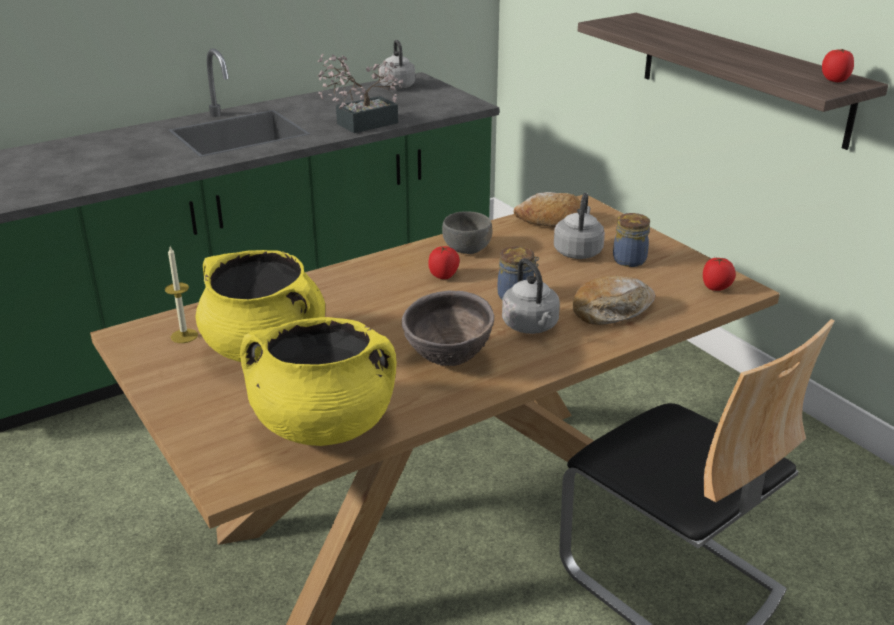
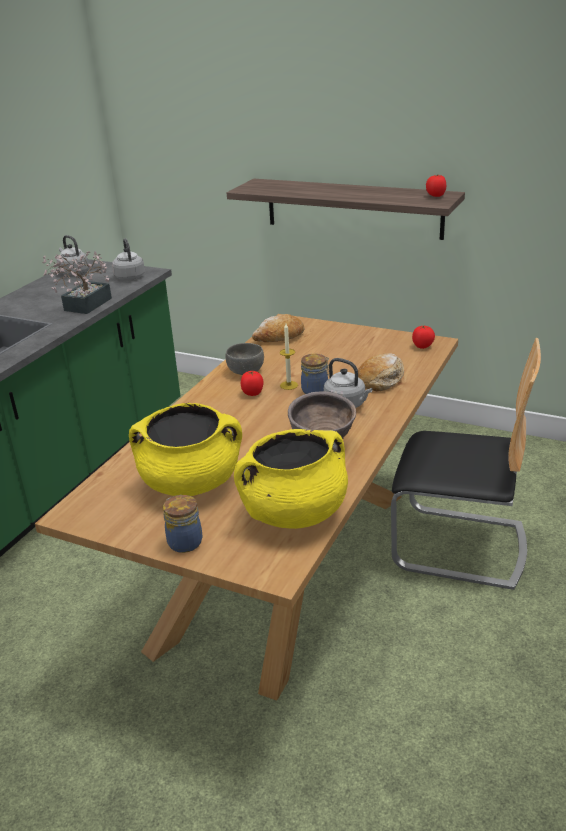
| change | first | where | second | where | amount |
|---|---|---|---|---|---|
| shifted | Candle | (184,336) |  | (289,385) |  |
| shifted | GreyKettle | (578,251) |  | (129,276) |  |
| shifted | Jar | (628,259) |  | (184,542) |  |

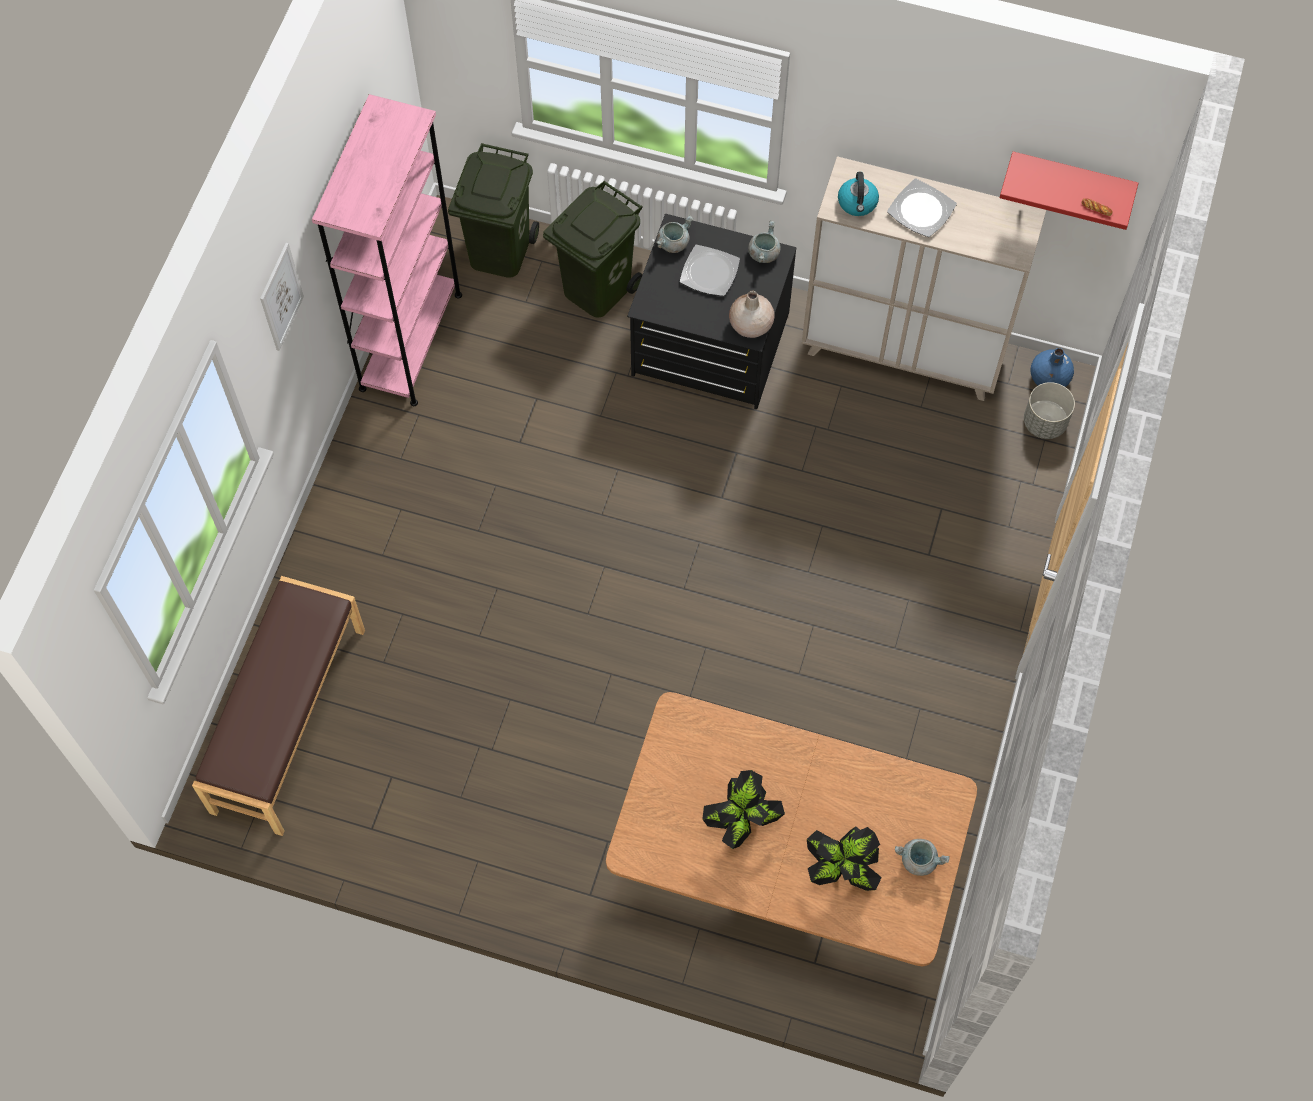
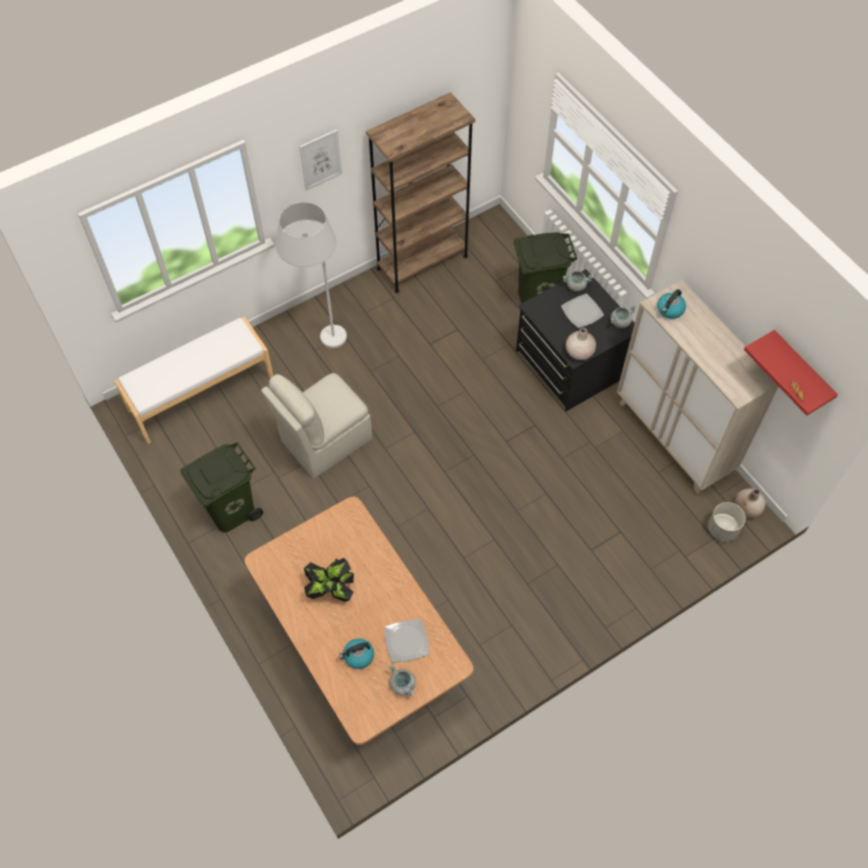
| change | first | where | second | where | amount |
|---|---|---|---|---|---|
| repainted | BrownBench | (287,719) | WhiteBench | (200,393) |  |
| repainted | PinkBookcase | (411,341) | BrownBookcase | (422,262) |  |
| shifted | GreenTrashCan | (498,251) |  | (230,510) |  |
| swapped | PottedPlant | (842,869) | Kettle | (358,656) |  |
| shifted | Plate | (921,211) |  | (406,642) |  |
| repainted | BlueVase | (1049,378) | BeigeVase | (747,508) |  |
| new |  |  | BeigeChair | (324,441) |  |
| new |  |  | WhiteFloorLamp | (319,333) |  |

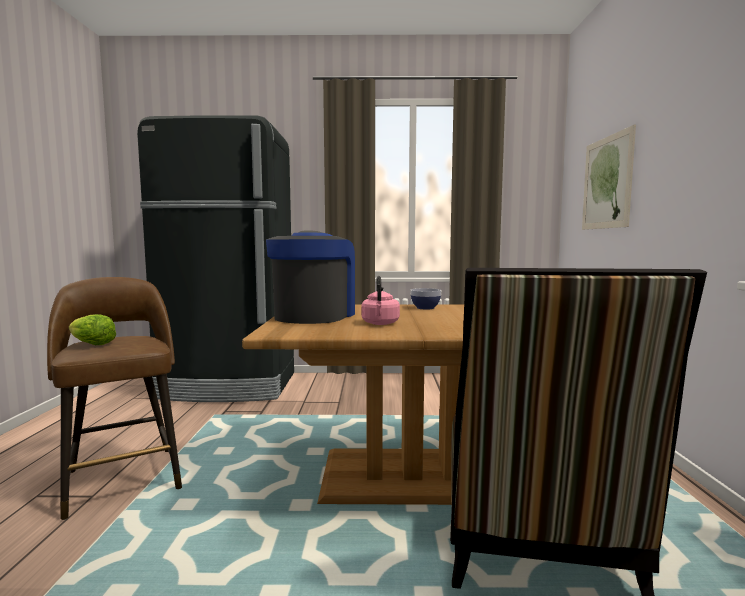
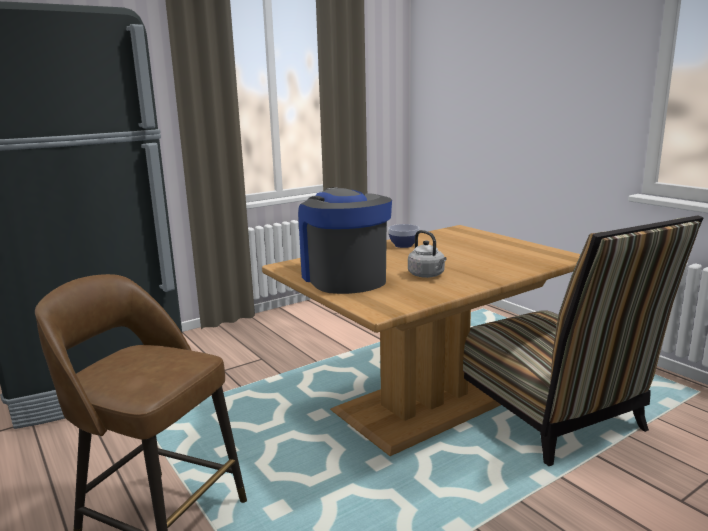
| change | first | where | second | where | amount |
|---|---|---|---|---|---|
| gone | Lettuce | (91,344) |  |  |  |
| repainted | PinkKettle | (380,323) | GreyKettle | (427,275) |  |
| gone | Picture | (606,183) |  |  |  |

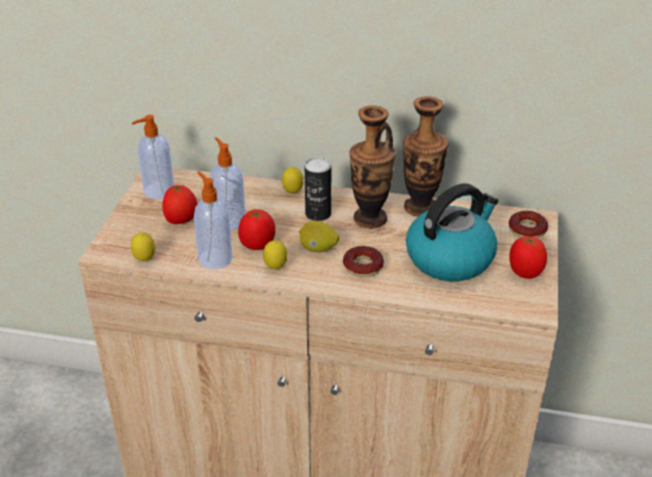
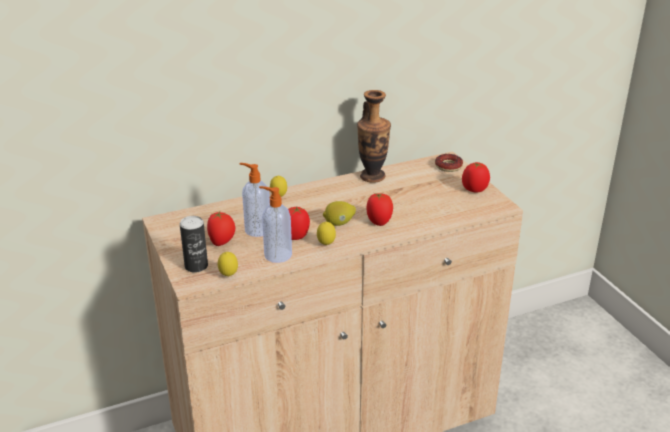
| change | first | where | second | where | amount |
|---|---|---|---|---|---|
| gone | SoapDispenser | (158,191) |  |  |  |
| shifted | Can | (318,214) |  | (196,266) |  |
| swapped | Donut | (363,266) | Tomato | (379,222) |  |
| gone | Vase | (370,219) |  |  |  |
| gone | Kettle | (450,258) |  |  |  |

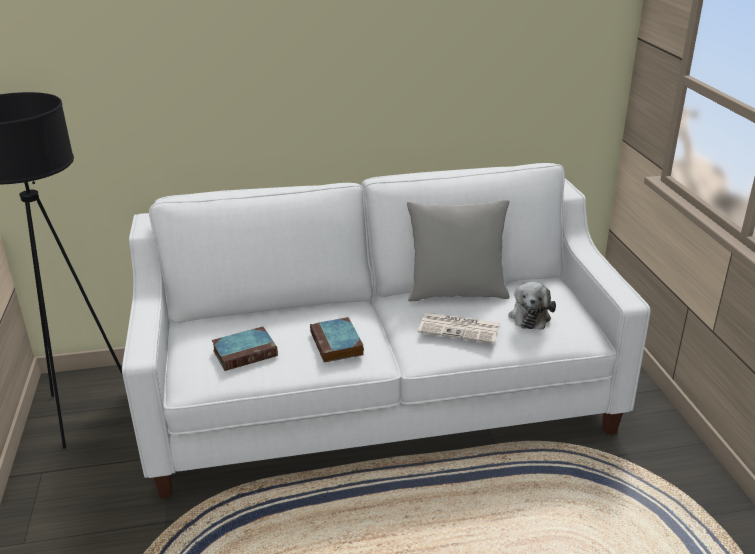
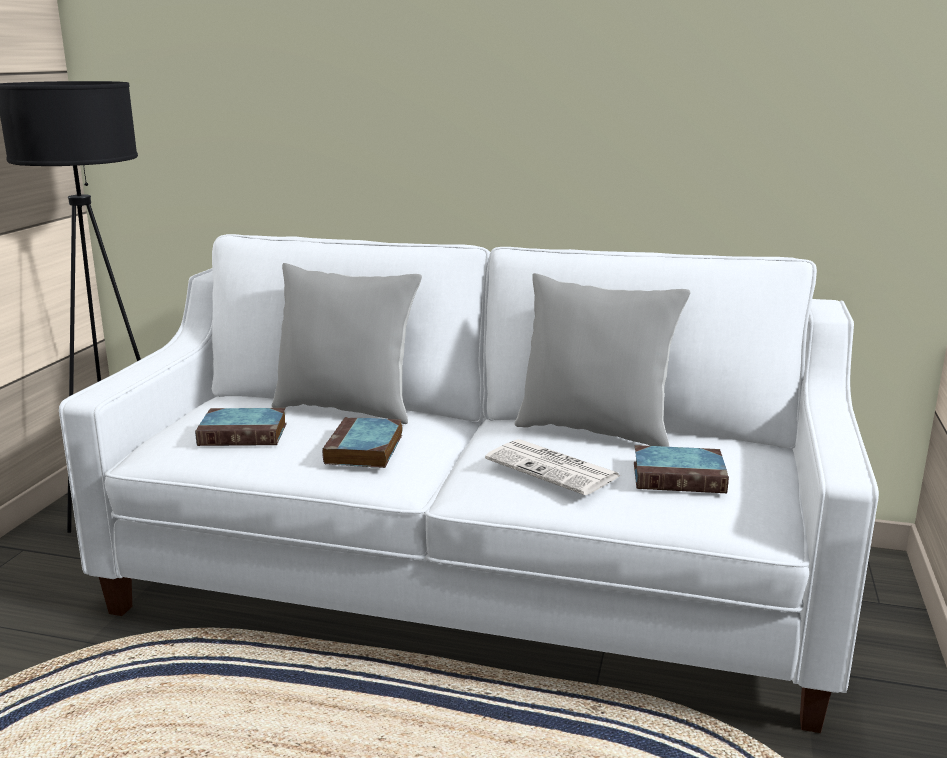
| change | first | where | second | where | amount |
|---|---|---|---|---|---|
| swapped | PlushToy | (530,316) | Book | (680,477) |  |
| new |  |  | GreyPillow | (347,408) |  |

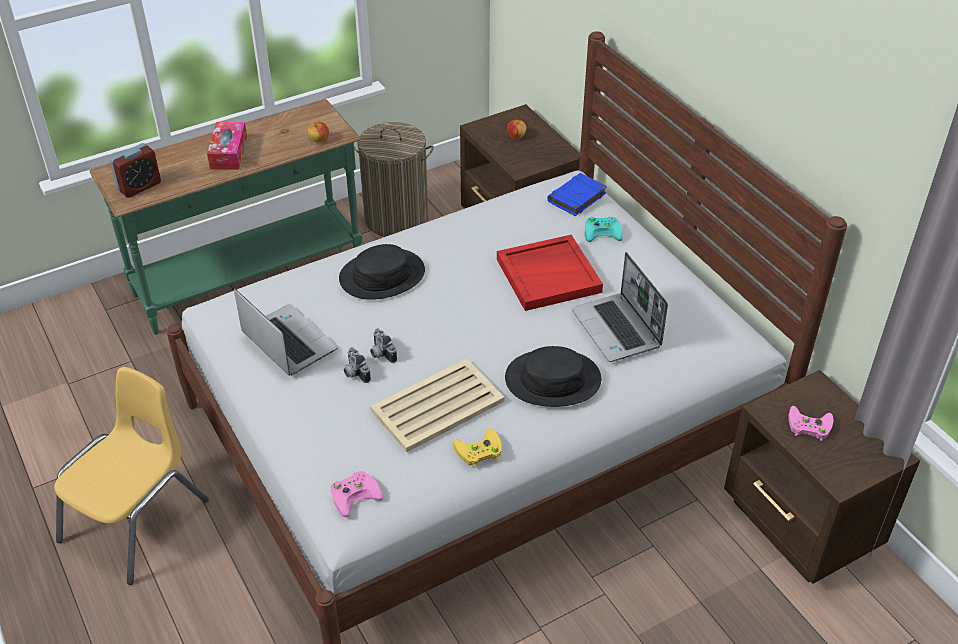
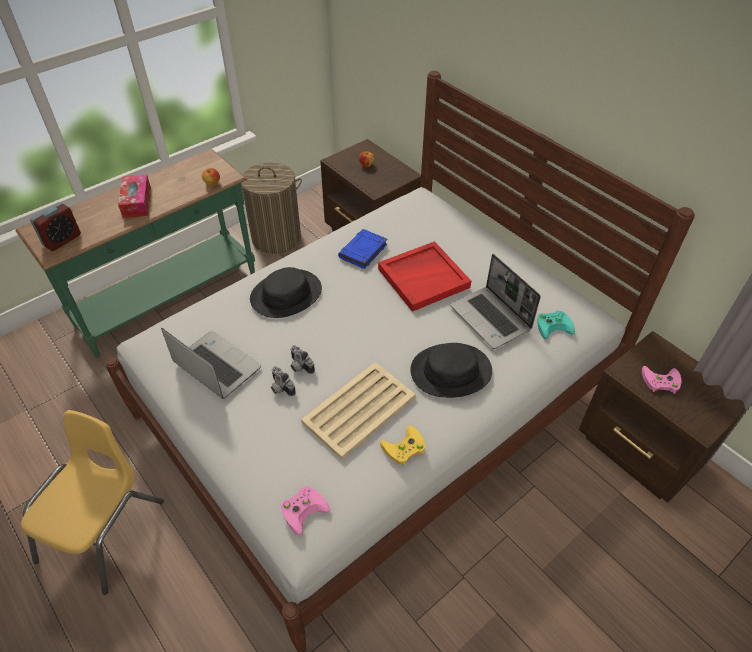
| change | first | where | second | where | amount |
|---|---|---|---|---|---|
| shifted | BlueBook | (576,198) |  | (363,251) |  |
| shifted | TurquoiseGameController | (603,231) |  | (554,325) |  |

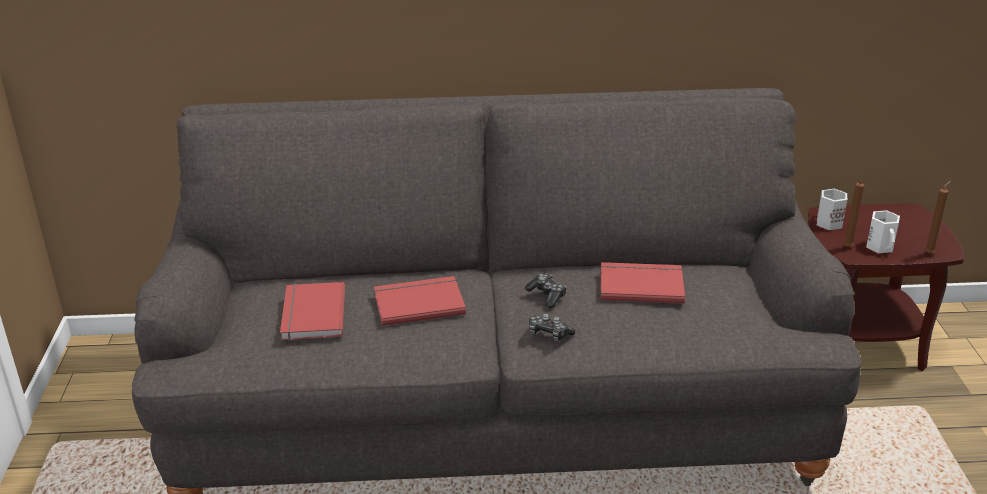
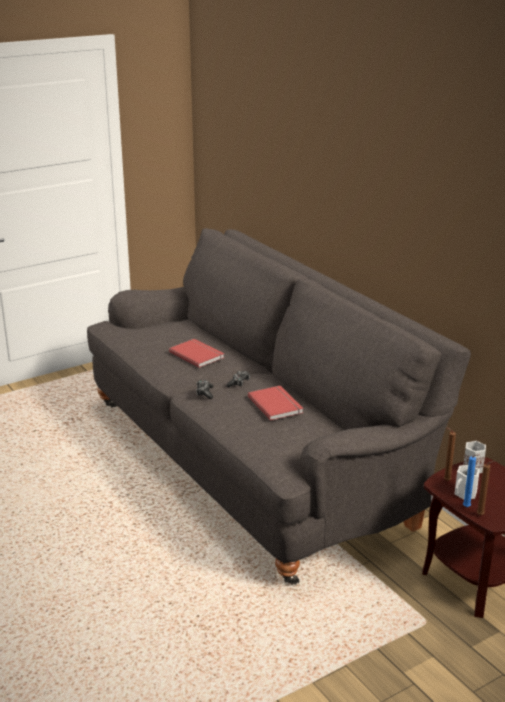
| change | first | where | second | where | amount |
|---|---|---|---|---|---|
| gone | RedBook | (311,314) |  |  |  |
| new |  |  | BlueCandle | (467,507) |  |

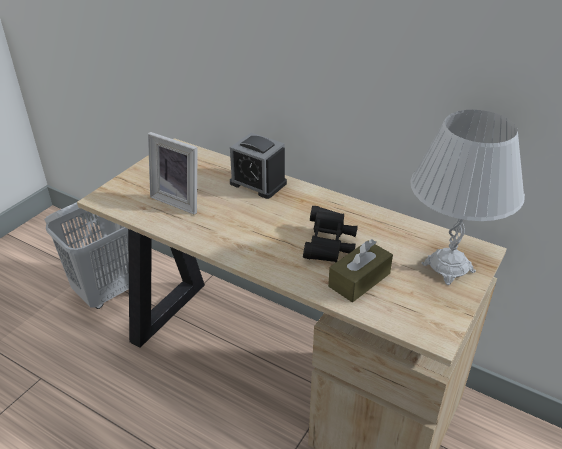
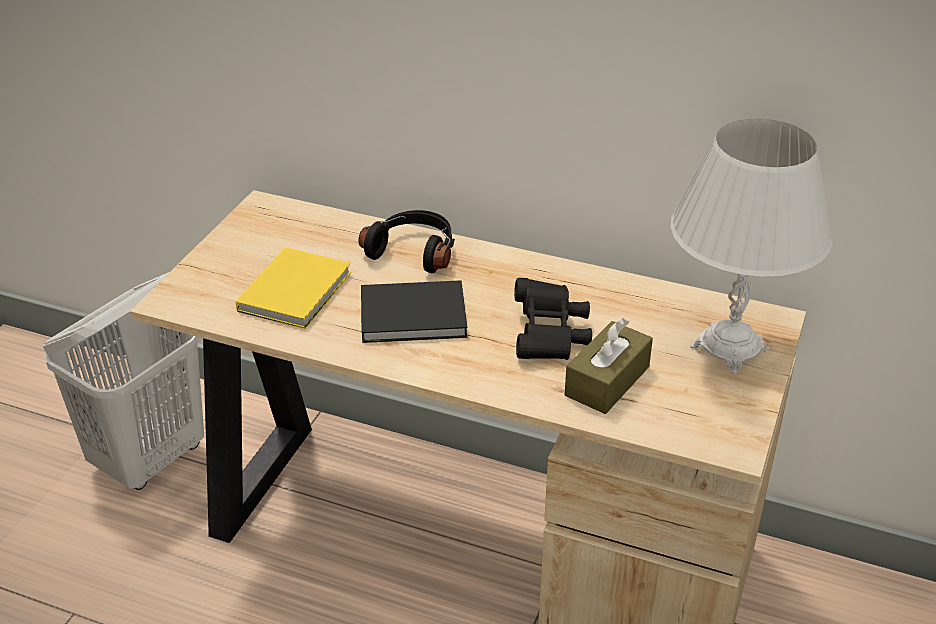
| change | first | where | second | where | amount |
|---|---|---|---|---|---|
| swapped | PictureFrame | (180,200) | YellowBook | (298,290) |  |
| swapped | AlarmClock | (258,183) | BlackHeadphones | (414,251) |  |
| new |  |  | BlackBook | (416,317) |  |

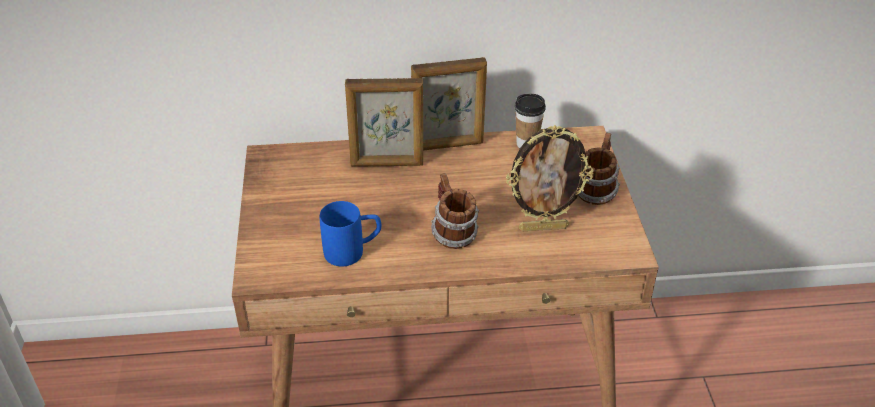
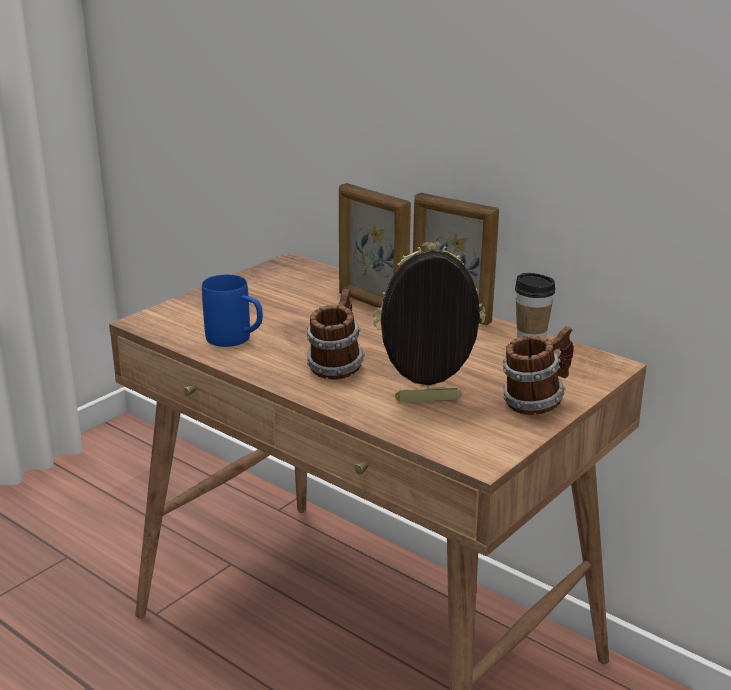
| change | first | where | second | where | amount |
|---|---|---|---|---|---|
| rotated | PictureFrame | (543,227) |  | (427,401) | 135 degrees clockwise |

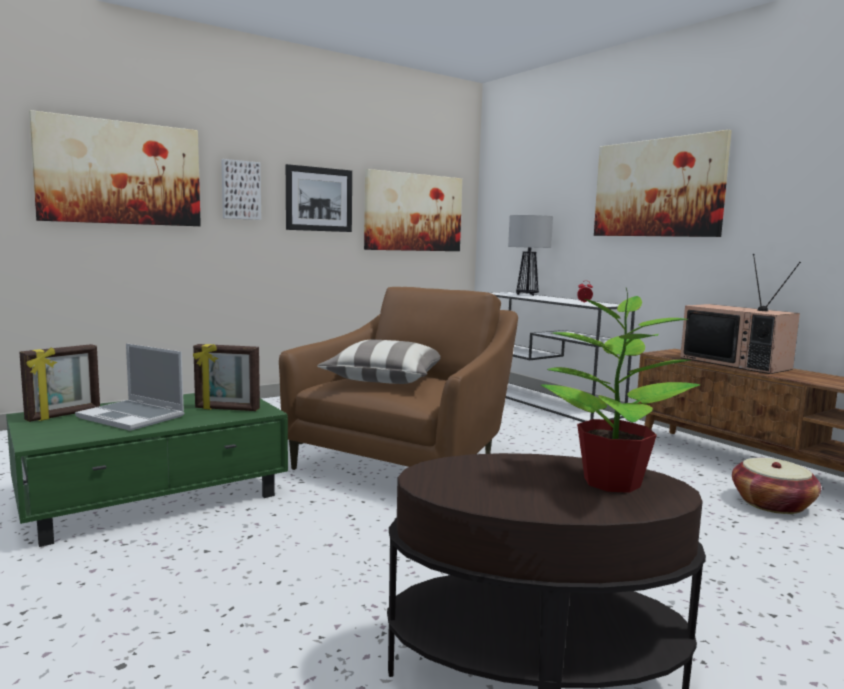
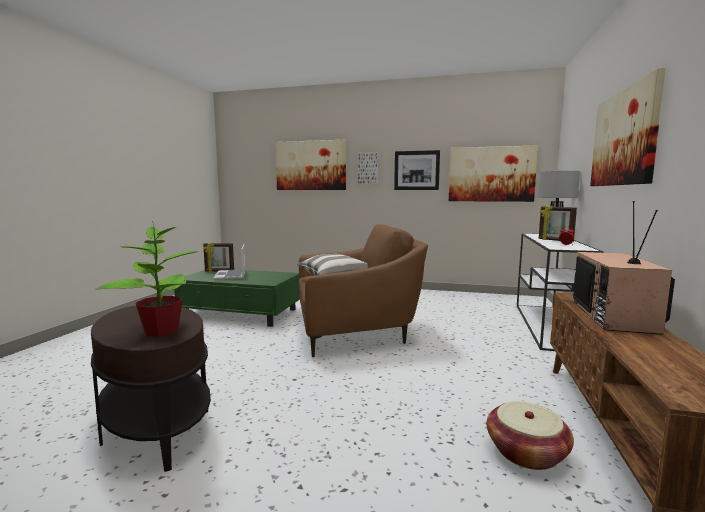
| change | first | where | second | where | amount |
|---|---|---|---|---|---|
| shifted | PictureFrame | (227,409) |  | (555,240) |  |

